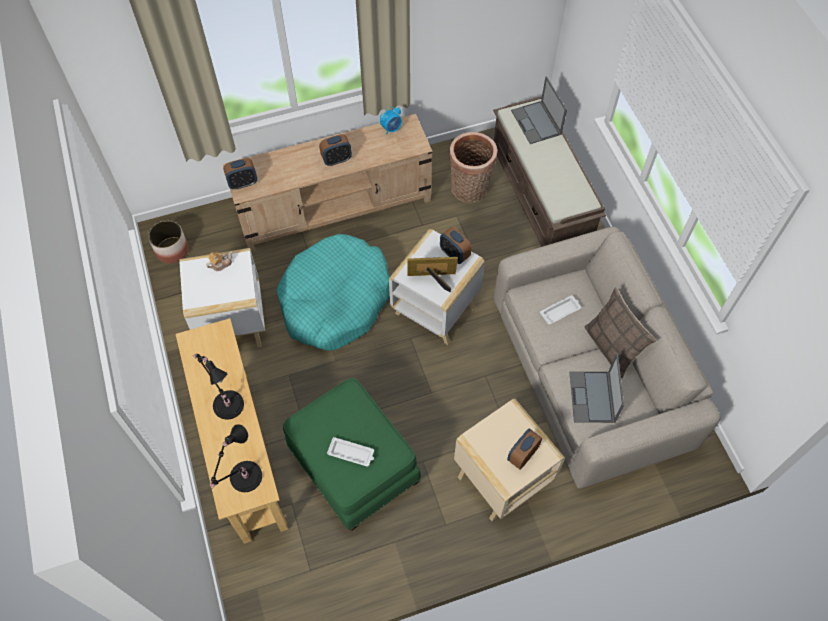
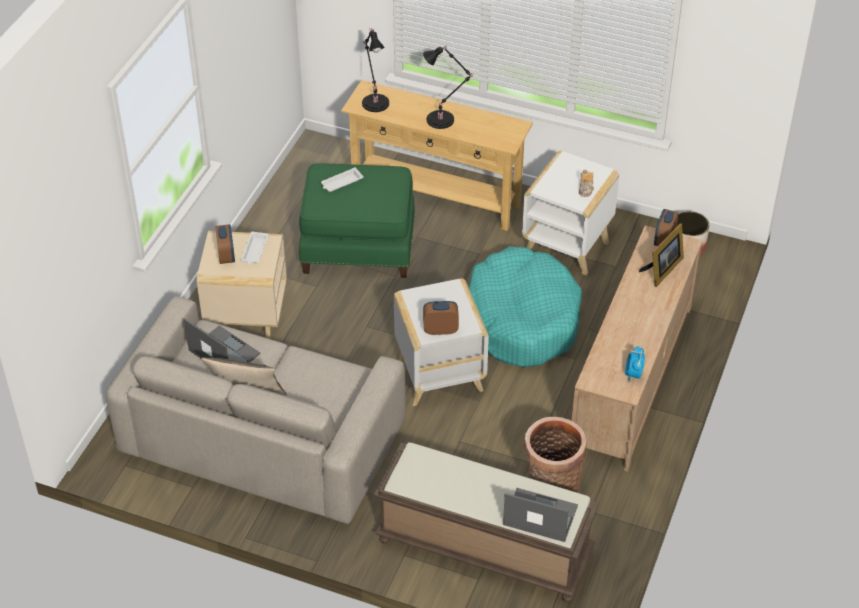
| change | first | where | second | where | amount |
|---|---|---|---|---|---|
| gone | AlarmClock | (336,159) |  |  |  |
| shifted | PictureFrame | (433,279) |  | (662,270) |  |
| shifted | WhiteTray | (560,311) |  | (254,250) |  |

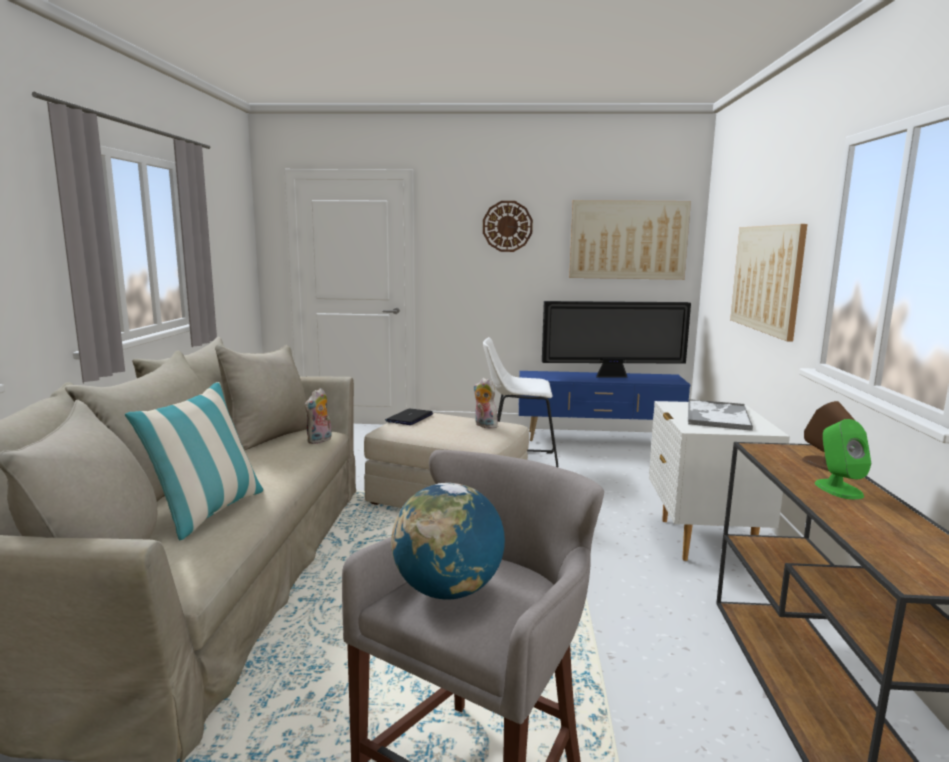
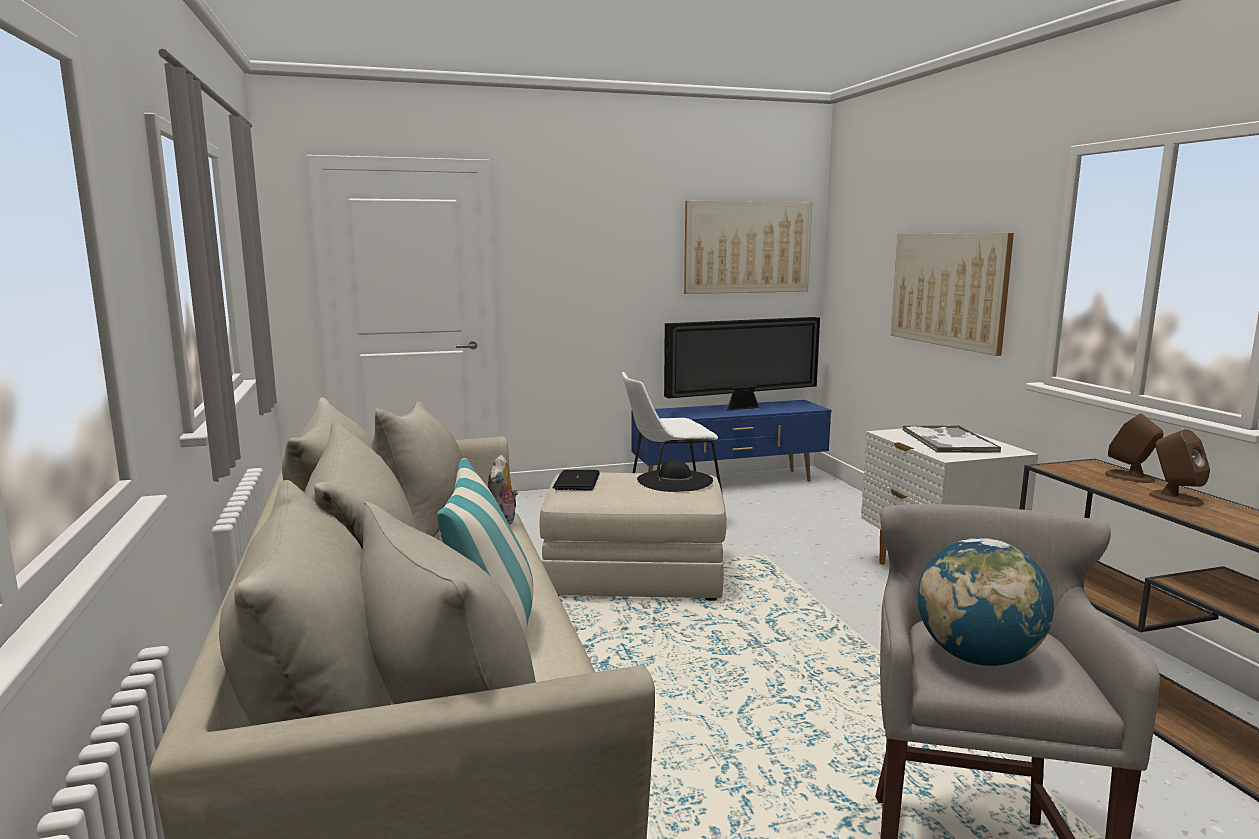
| change | first | where | second | where | amount |
|---|---|---|---|---|---|
| swapped | PlushToy | (484,425) | BlackHat | (675,480) |  |
| gone | WallClock | (507,226) |  |  |  |
| repainted | GreenSpeaker | (838,489) | BrownSpeaker | (1175,498) |  |

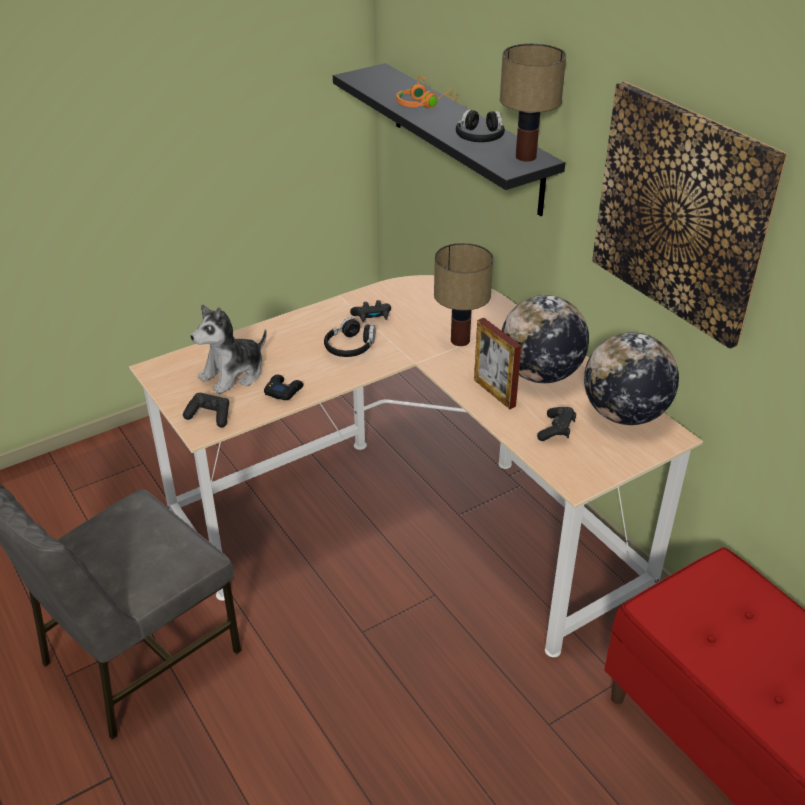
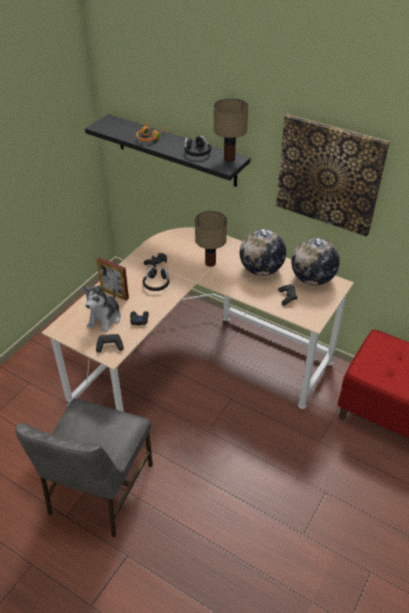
| change | first | where | second | where | amount |
|---|---|---|---|---|---|
| shifted | PictureFrame | (494,393) |  | (115,294) |  |

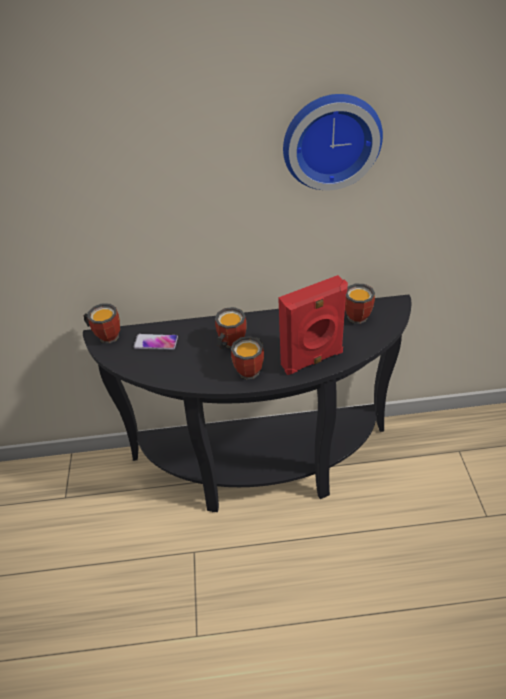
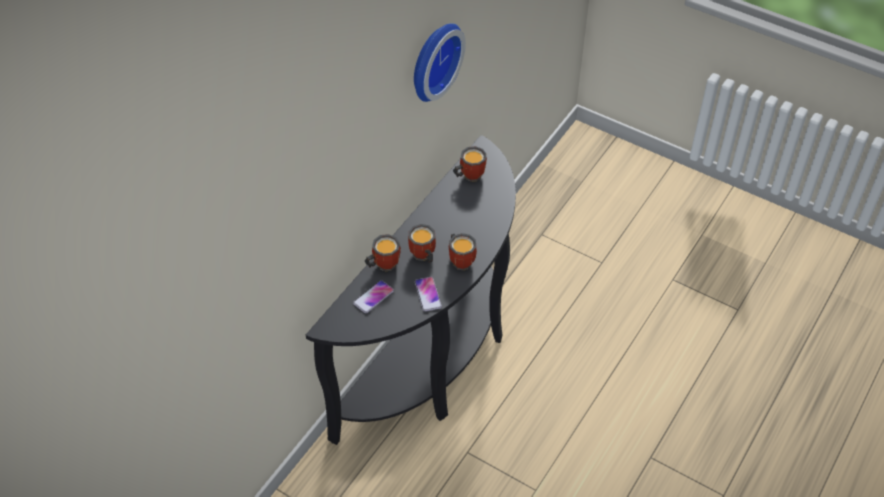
| change | first | where | second | where | amount |
|---|---|---|---|---|---|
| shifted | Mug | (106,334) |  | (382,264) |  |
| gone | RedSpeaker | (313,360) |  |  |  |
| new |  |  | Phone | (428,294) |  |

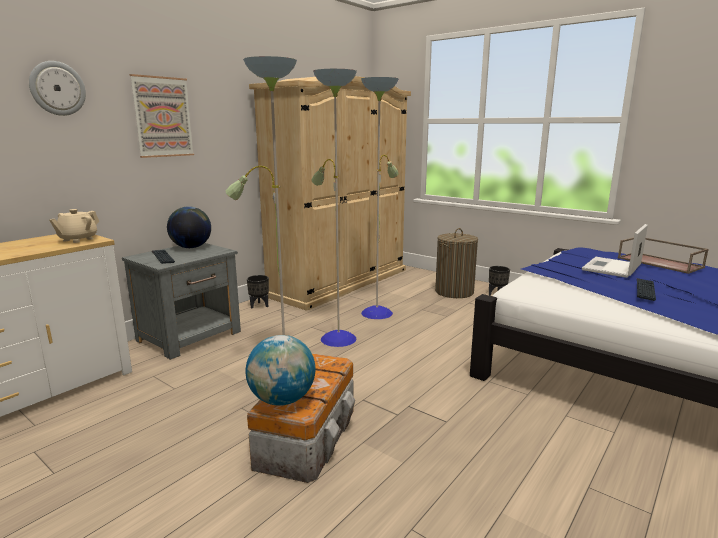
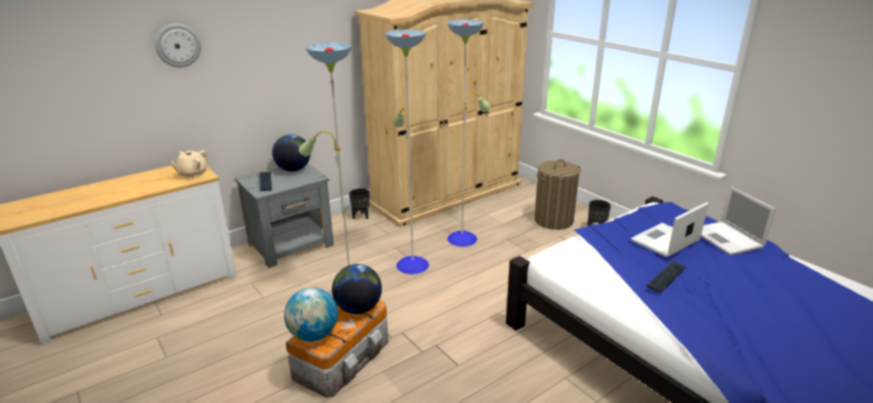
| change | first | where | second | where | amount |
|---|---|---|---|---|---|
| gone | Picture | (162,117) |  |  |  |
| swapped | BrownTray | (660,262) | Laptop | (727,239) |  |
| new |  |  | Globe | (358,308) |  |

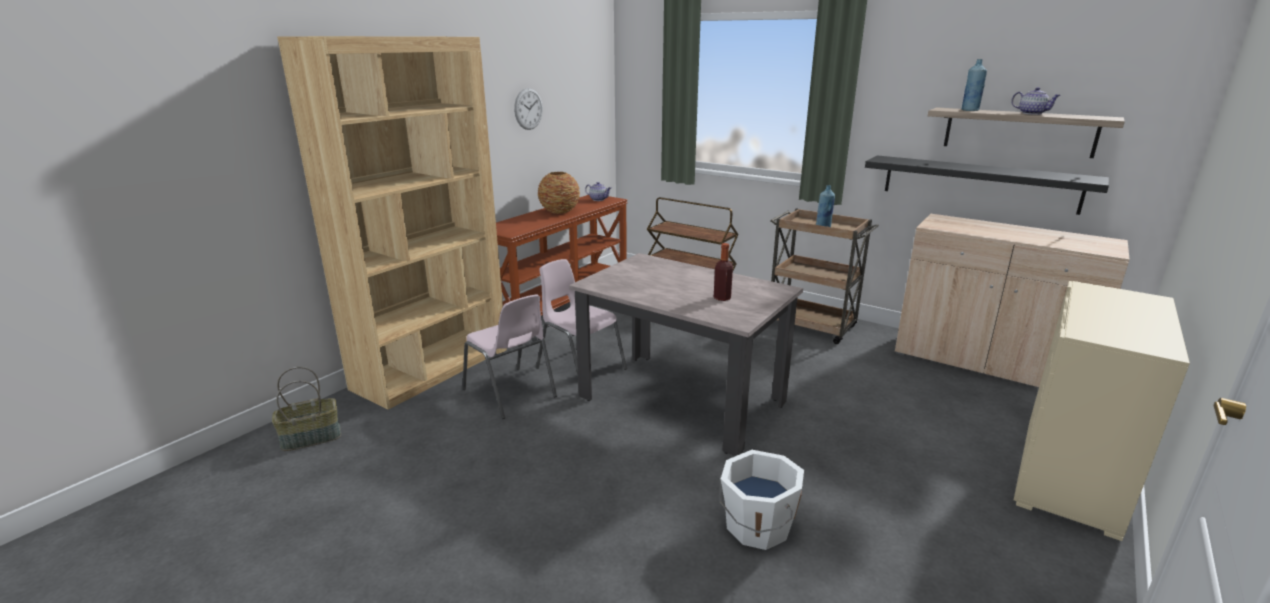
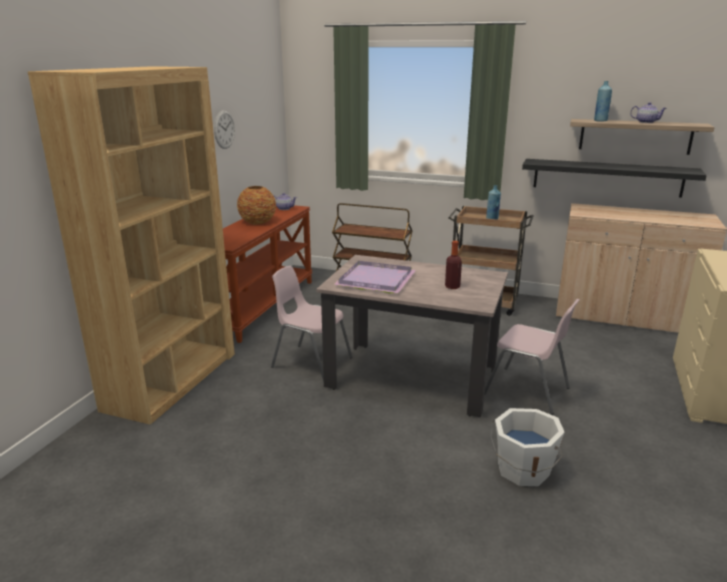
| change | first | where | second | where | amount |
|---|---|---|---|---|---|
| gone | Basket | (311,437) |  |  |  |
| shifted | PinkChair | (510,393) |  | (528,391) |  |
| new |  |  | PurpleTray | (375,279) |  |

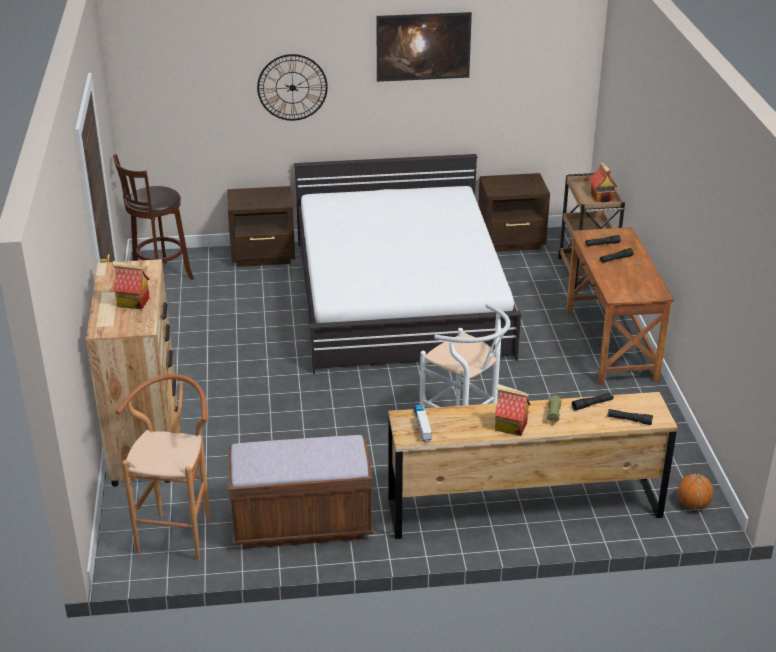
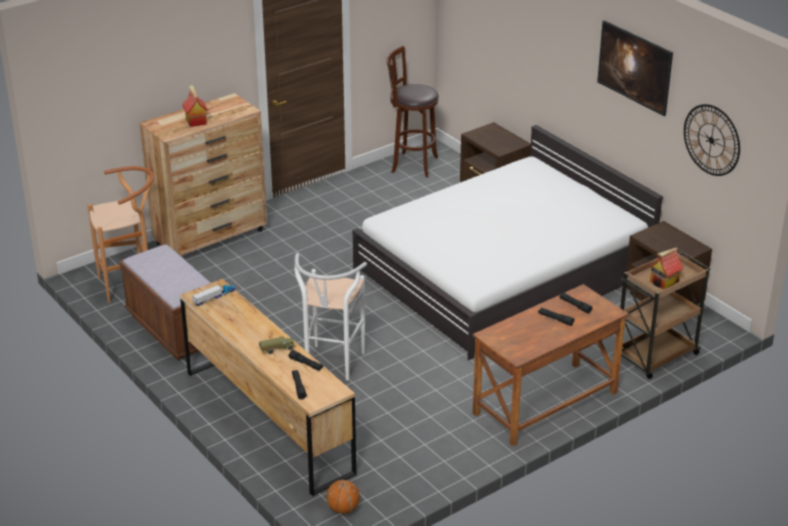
| change | first | where | second | where | amount |
|---|---|---|---|---|---|
| shifted | WallClock | (292,87) |  | (711,140) |  |
| gone | ToyHouse | (510,426) |  |  |  |

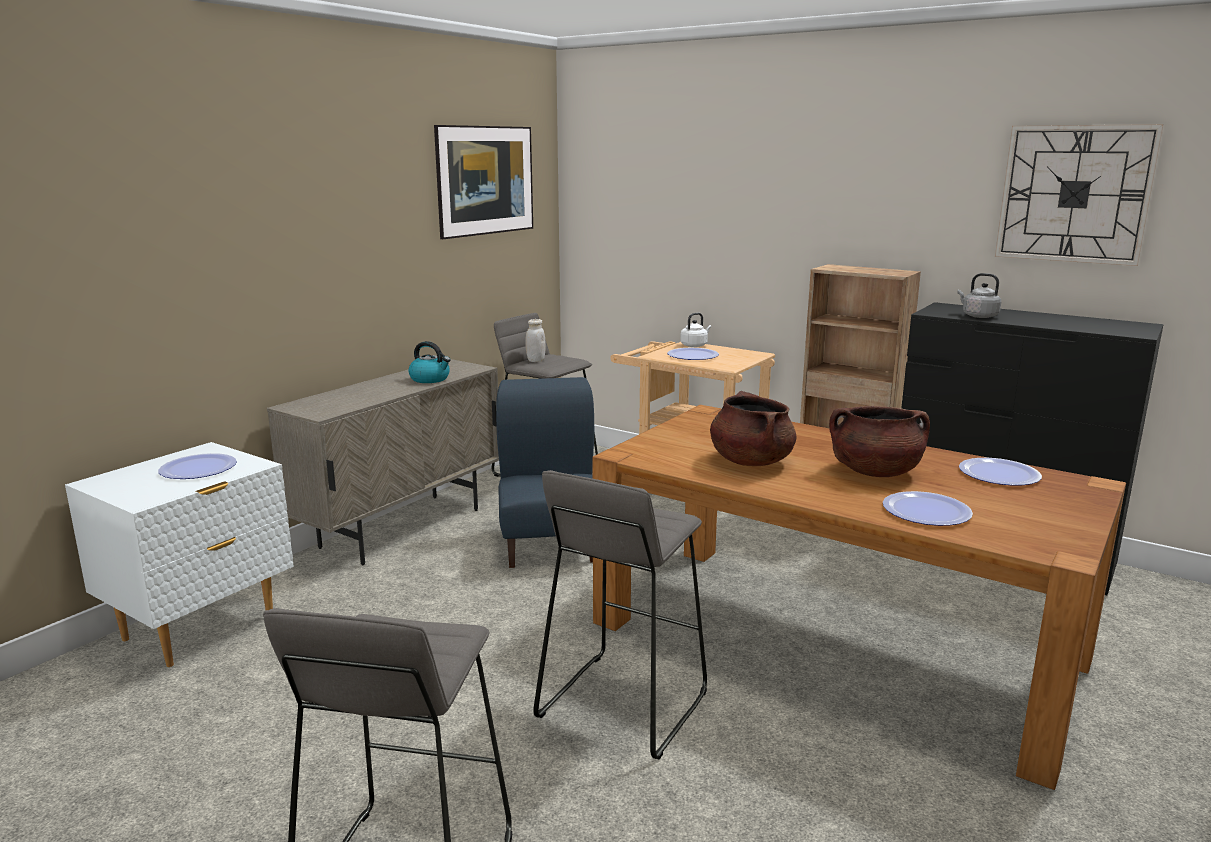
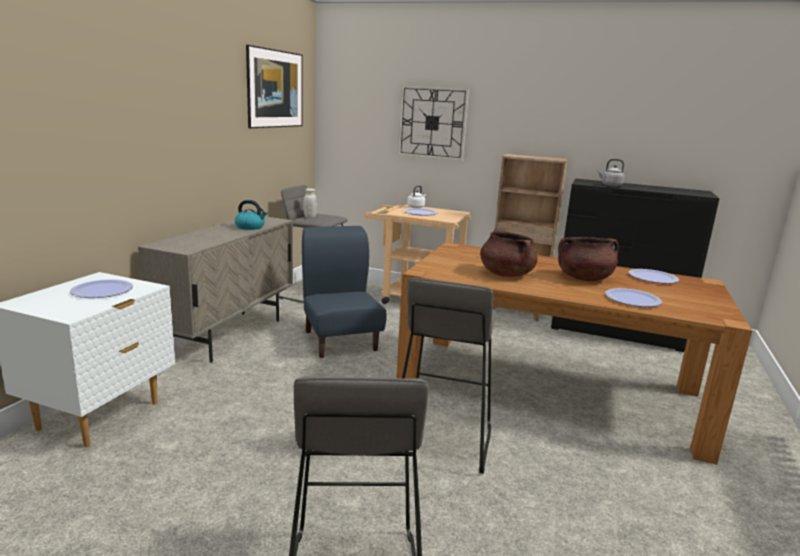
| change | first | where | second | where | amount |
|---|---|---|---|---|---|
| shifted | WallClock | (1074,194) |  | (432,123) |  |

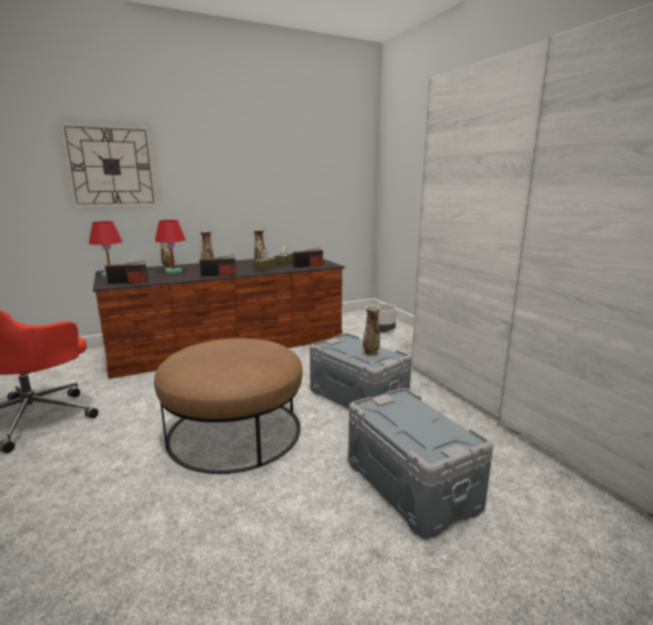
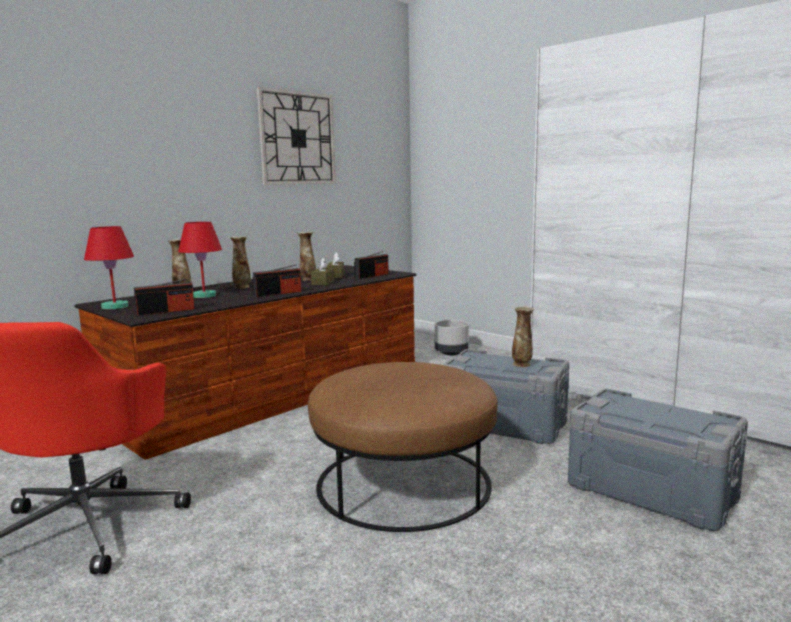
| change | first | where | second | where | amount |
|---|---|---|---|---|---|
| shifted | WallClock | (111,166) |  | (297,138) |  |

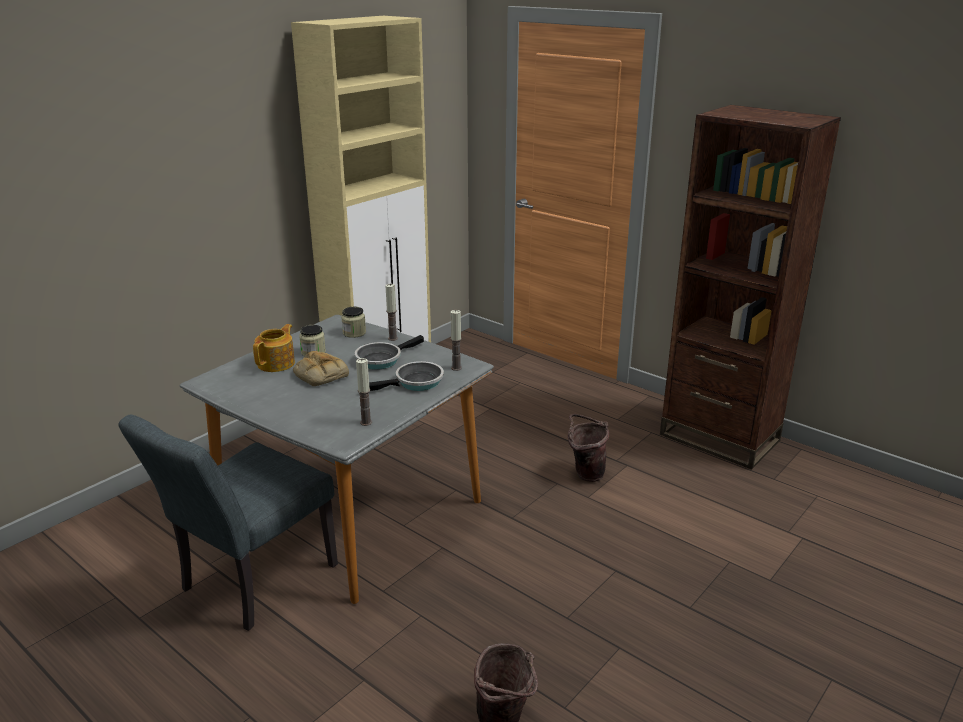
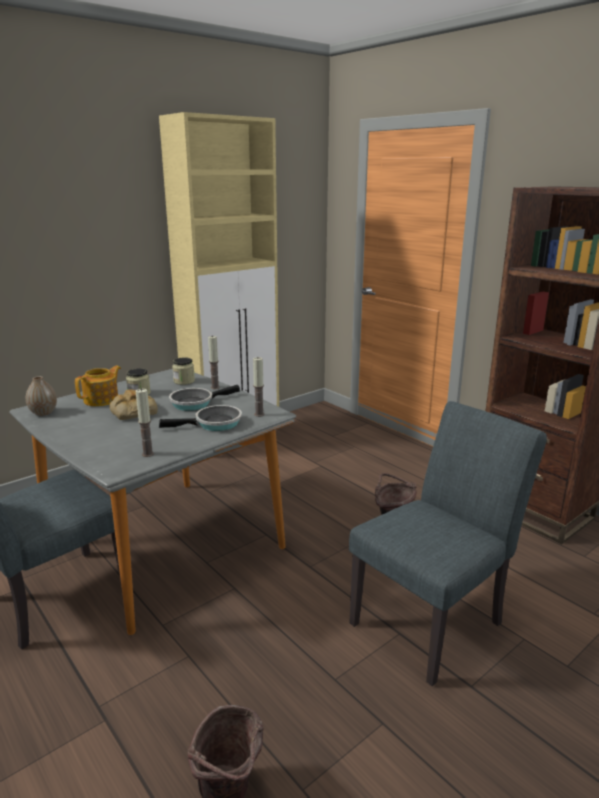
| change | first | where | second | where | amount |
|---|---|---|---|---|---|
| new |  |  | Vase | (43,413) |  |
| new |  |  | GreyChair | (434,618) |  |

